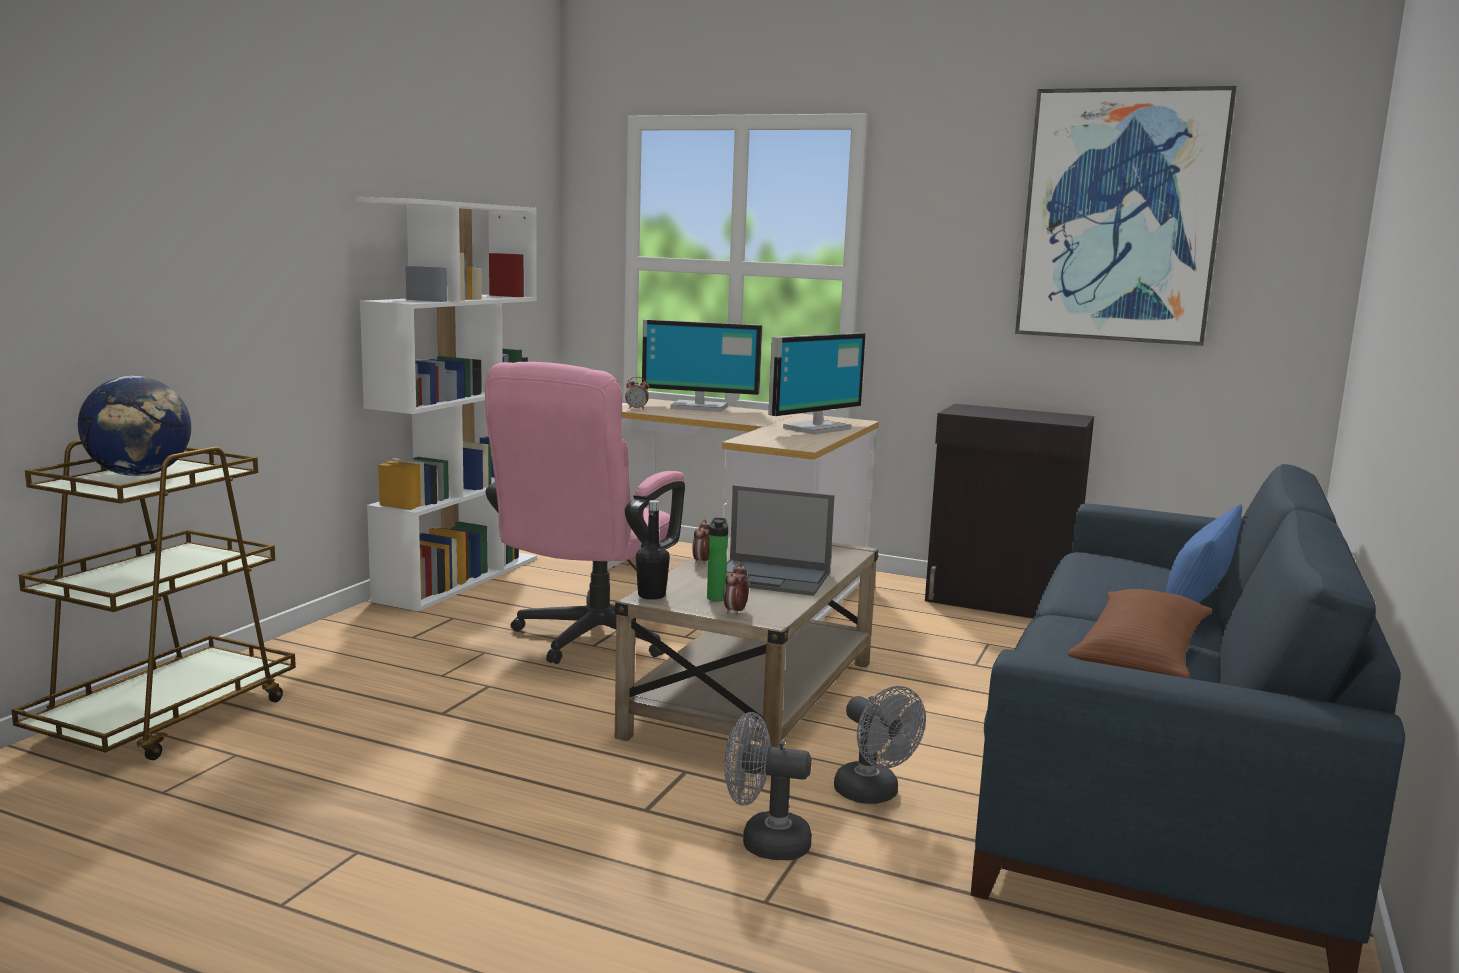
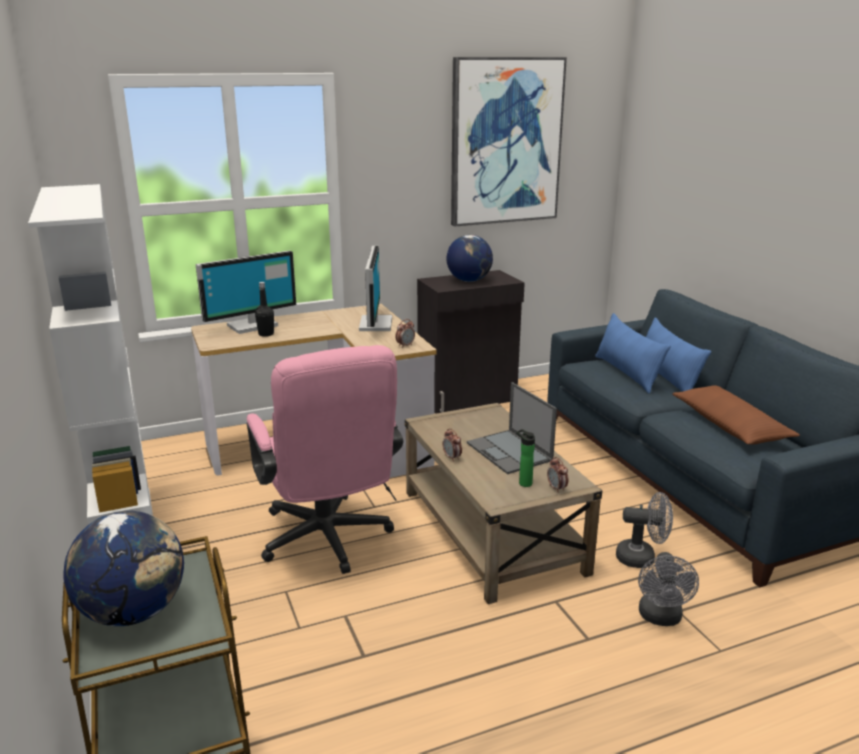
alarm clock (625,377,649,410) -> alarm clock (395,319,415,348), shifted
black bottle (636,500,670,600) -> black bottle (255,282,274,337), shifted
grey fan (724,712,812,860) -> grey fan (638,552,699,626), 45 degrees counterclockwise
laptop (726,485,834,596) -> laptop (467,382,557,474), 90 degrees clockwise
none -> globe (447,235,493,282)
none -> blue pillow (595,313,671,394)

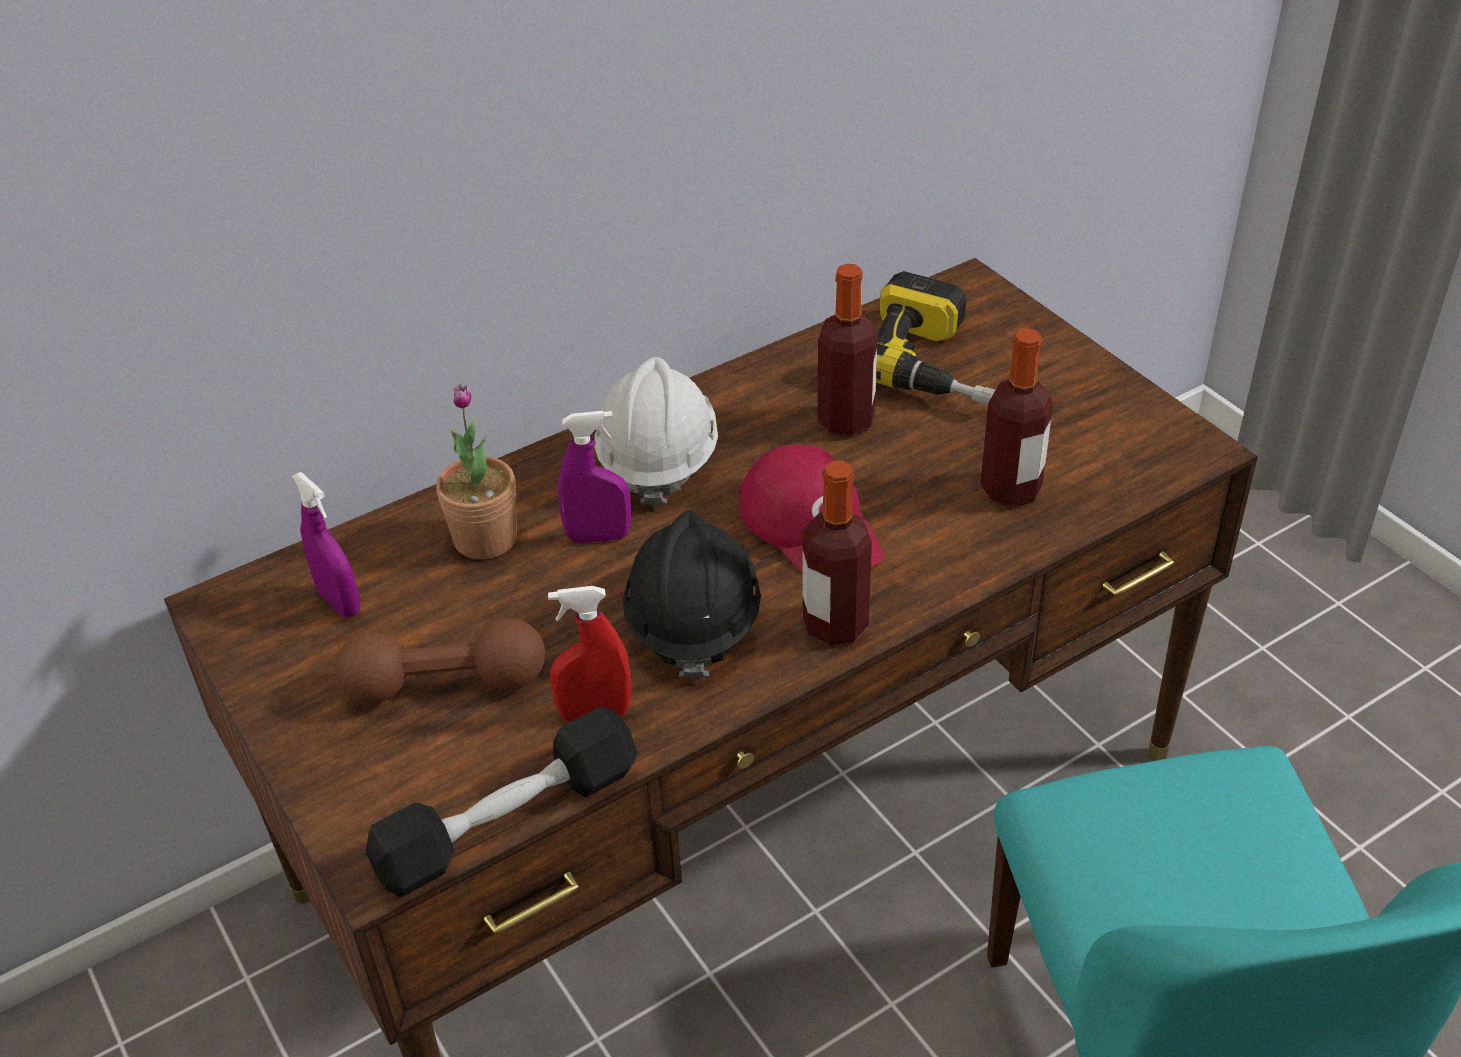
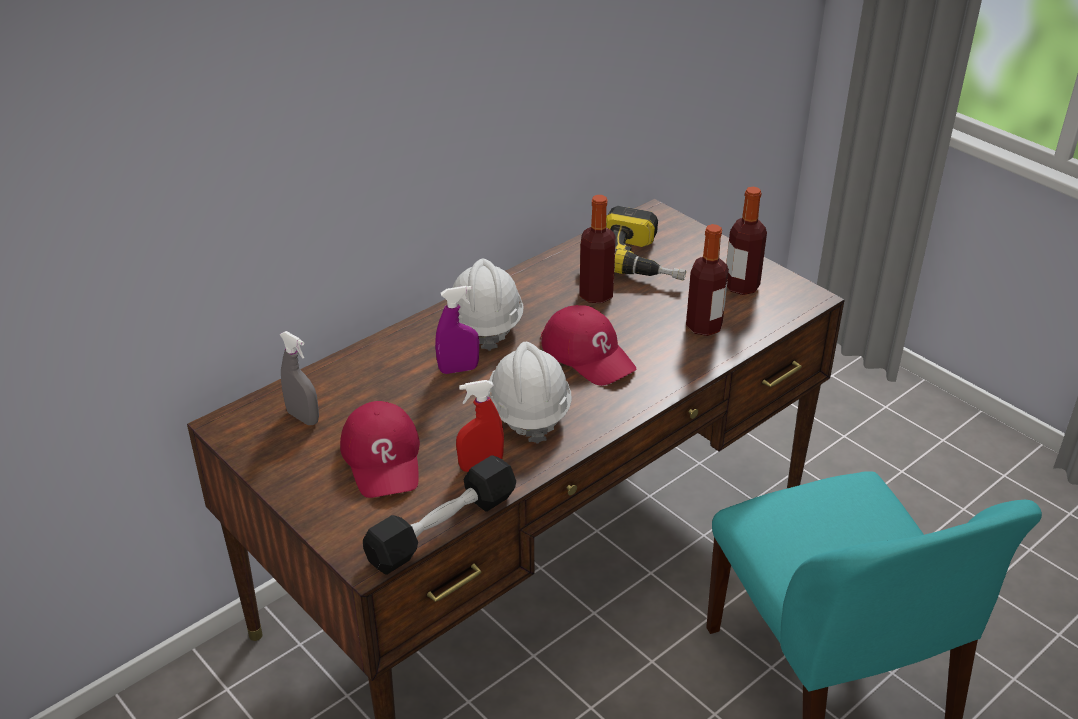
purple spray bottle (292,472,361,617) -> grey spray bottle (280,331,319,425)
brown dumbbell (335,618,545,704) -> red cap (340,401,420,498)
potted plant (436,384,517,559) -> none
black hard hat (623,511,761,680) -> white hard hat (488,342,572,444)
bottle (802,460,872,646) -> bottle (726,187,767,295), shifted

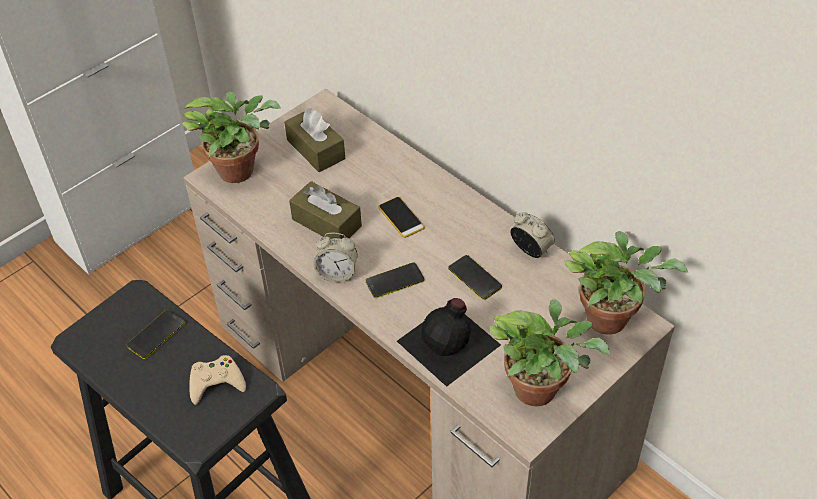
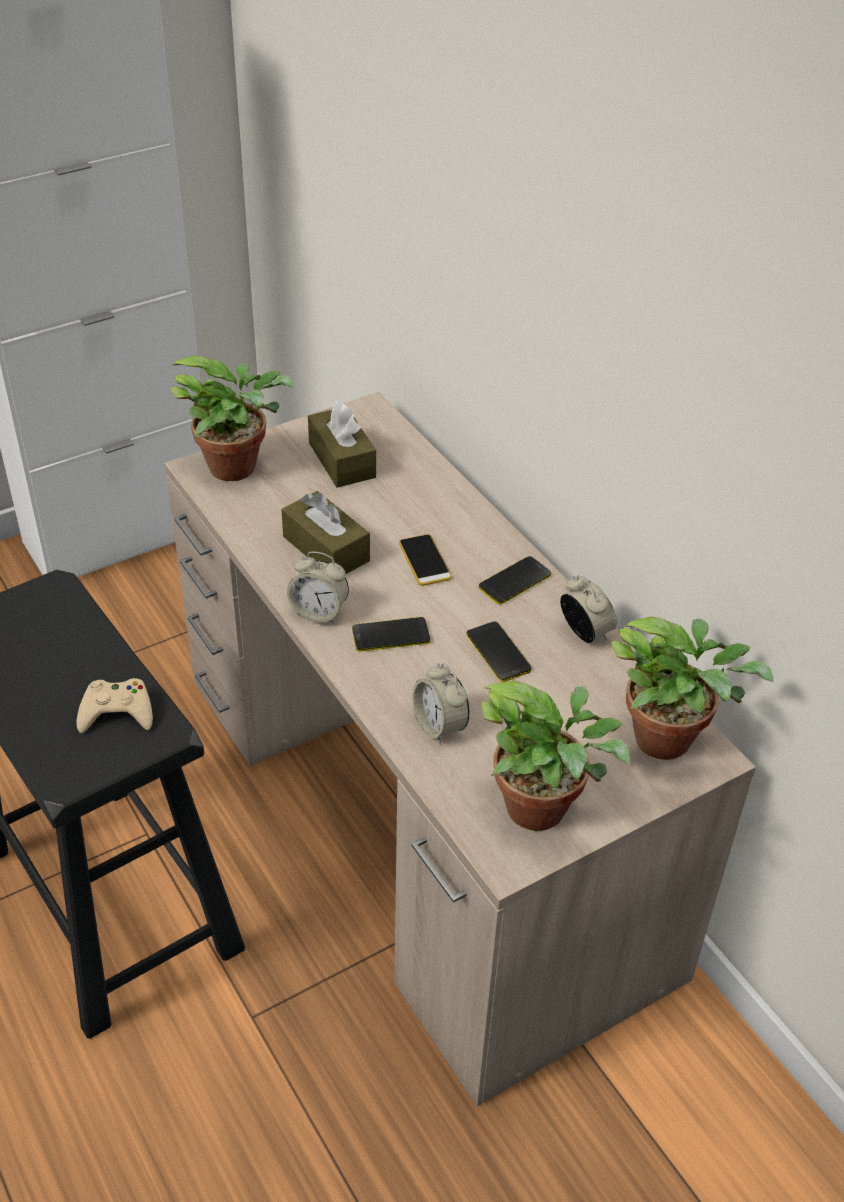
phone (127,310,185,359) -> phone (479,556,551,605), shifted
black bottle (397,298,501,387) -> alarm clock (412,663,469,744)

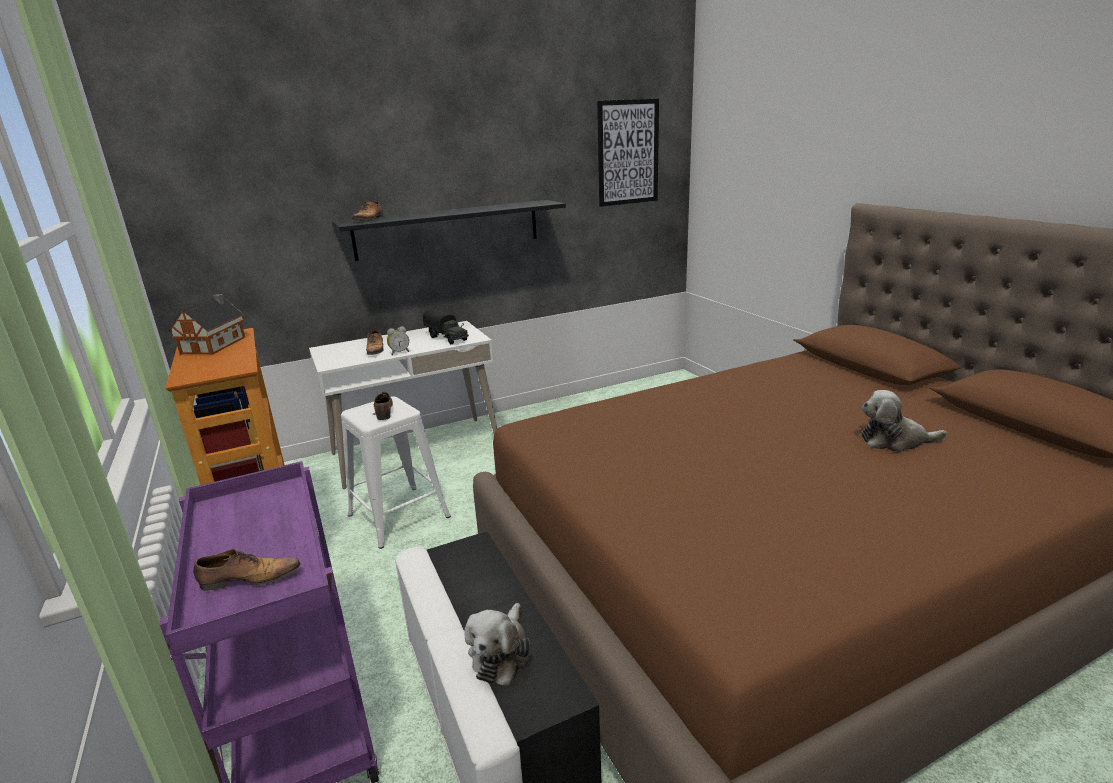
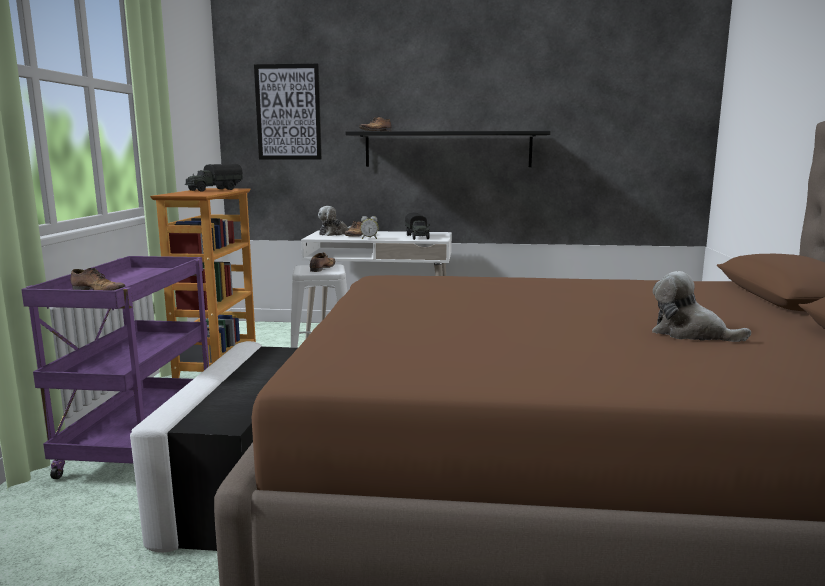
toy house (169,294,245,355) -> toy truck (185,164,243,191)
plush toy (465,603,530,686) -> plush toy (318,206,351,236), shifted
picture (597,99,659,207) -> picture (254,64,322,160), shifted

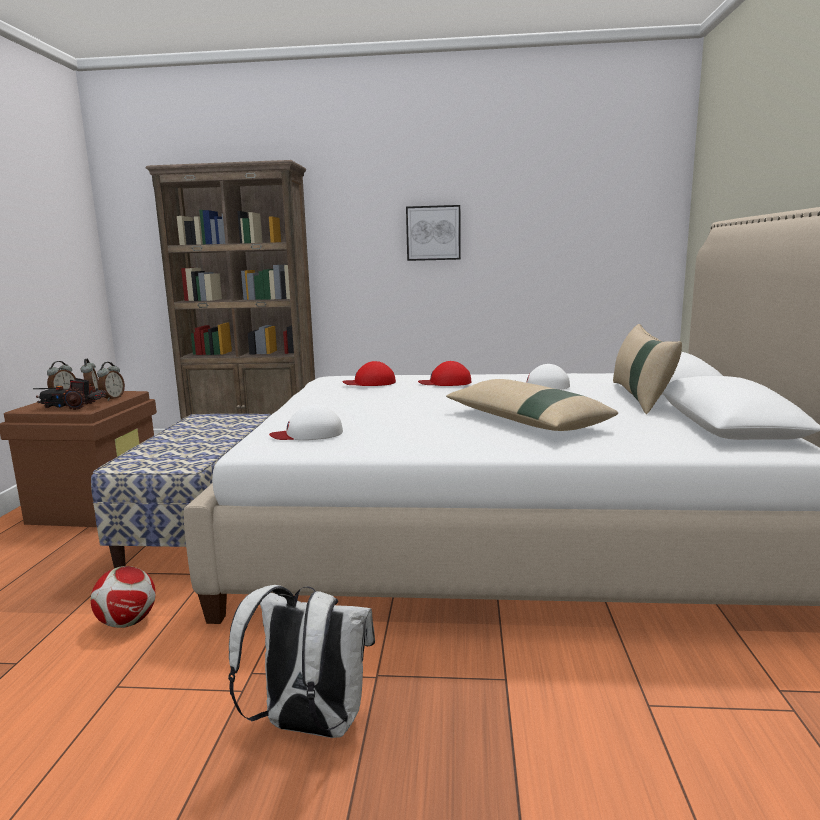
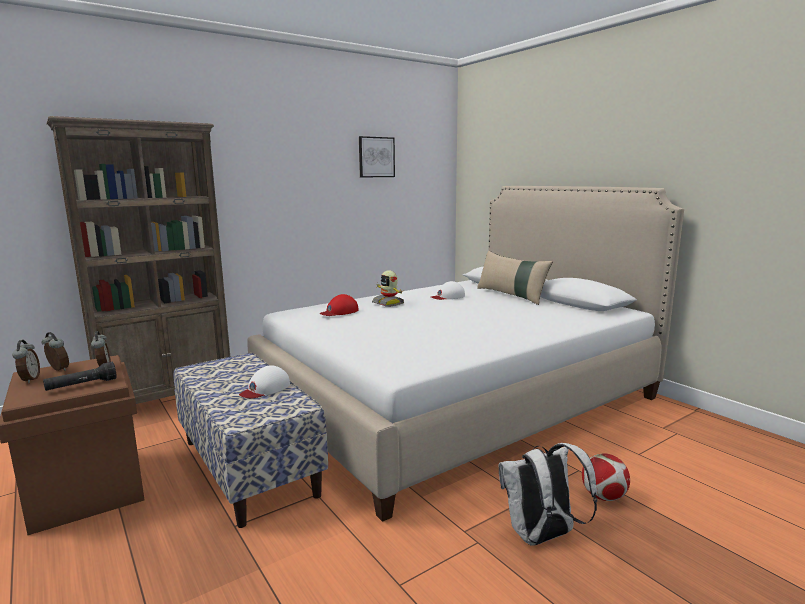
toy truck (33,378,107,410) -> black flashlight (43,362,117,391)
football (91,566,155,628) -> football (582,453,630,501), shifted
white cap (269,404,343,440) -> white cap (239,365,290,398), shifted
picture (406,205,461,261) -> picture (359,136,395,178), shifted
red cap (418,361,472,386) -> toy robot (372,270,404,307)
beige pillow (446,379,618,431) -> none

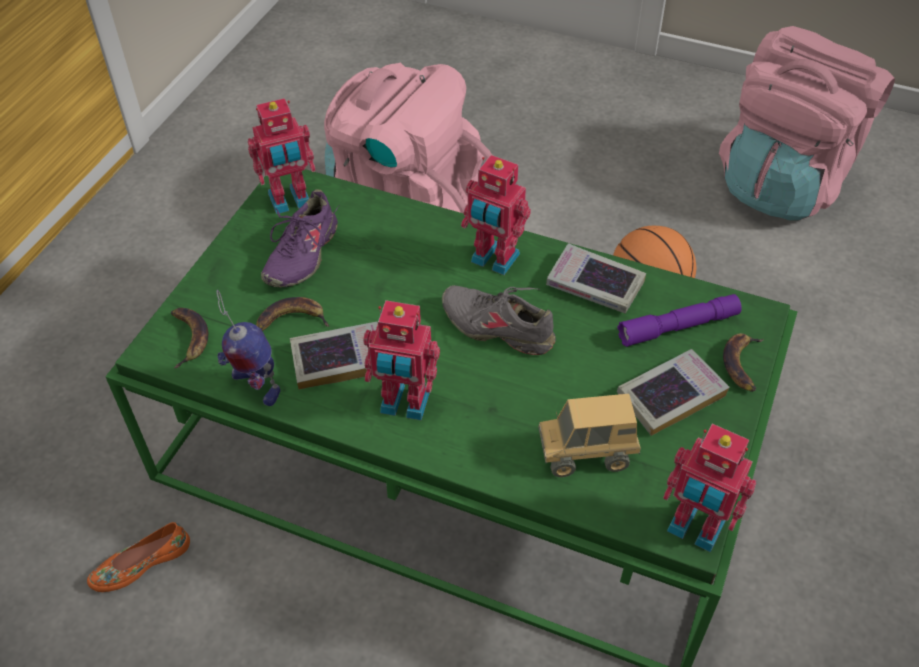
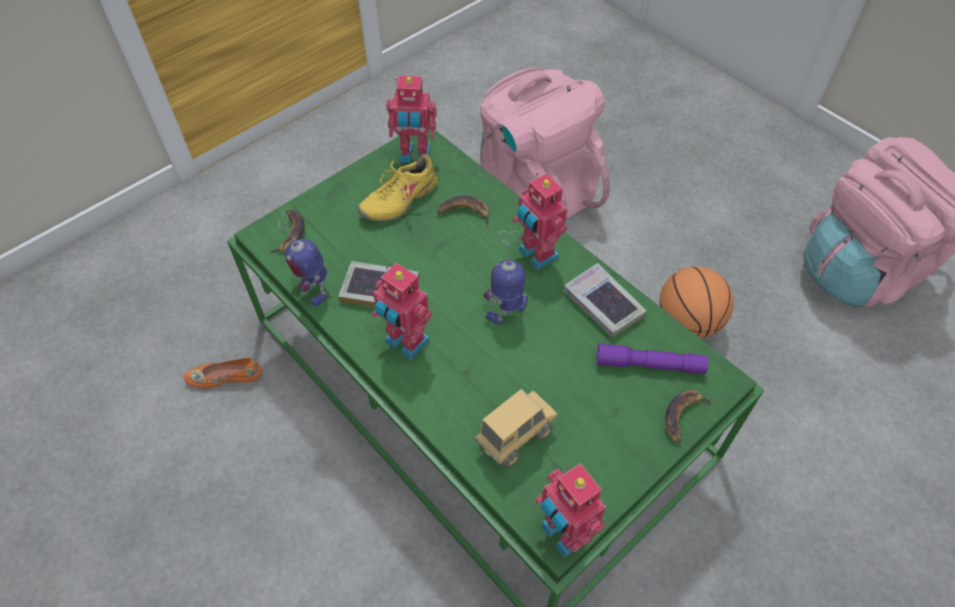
banana (256,297,329,331) -> banana (437,196,489,227), shifted
purple shoe (261,189,339,287) -> yellow shoe (357,154,438,221)
grey shoe (442,285,556,355) -> toy robot (483,231,528,325)
toy truck (538,394,641,477) -> toy truck (475,389,557,468), 120 degrees clockwise
book (617,349,729,436) -> none

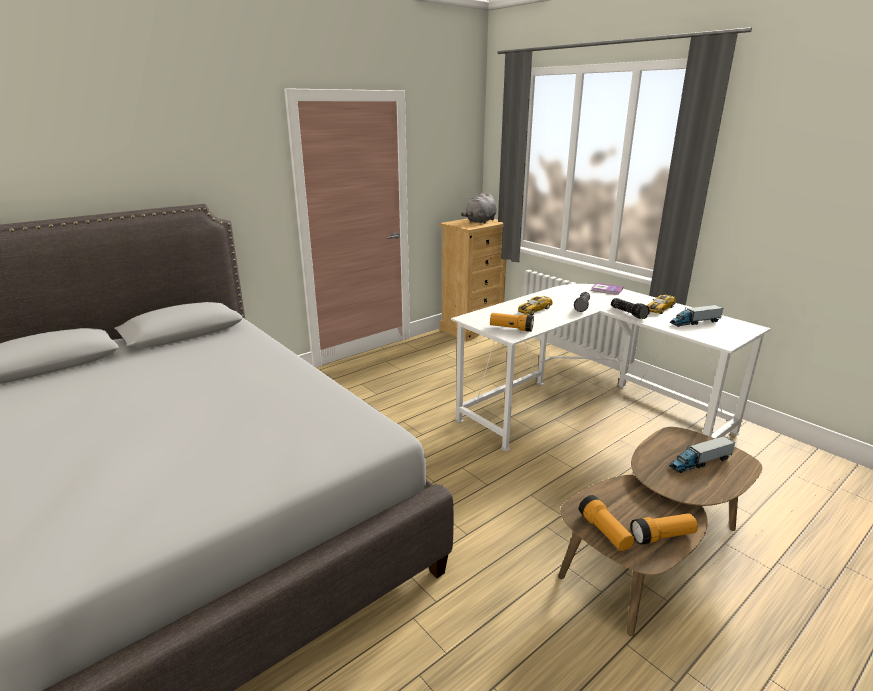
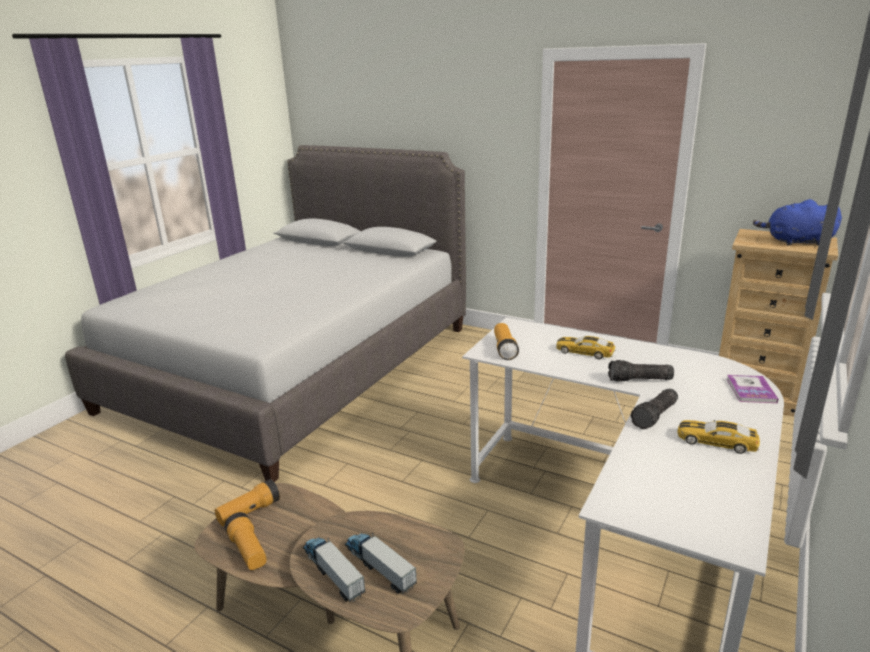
grey plush toy (461,193,497,224) -> blue plush toy (753,199,842,246)
toy truck (670,305,723,327) -> toy truck (303,537,365,602), shifted

